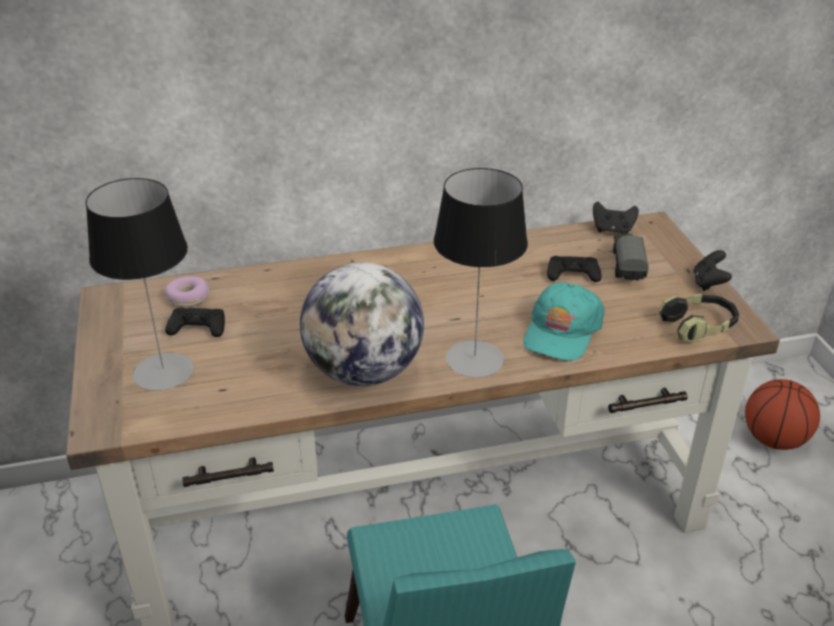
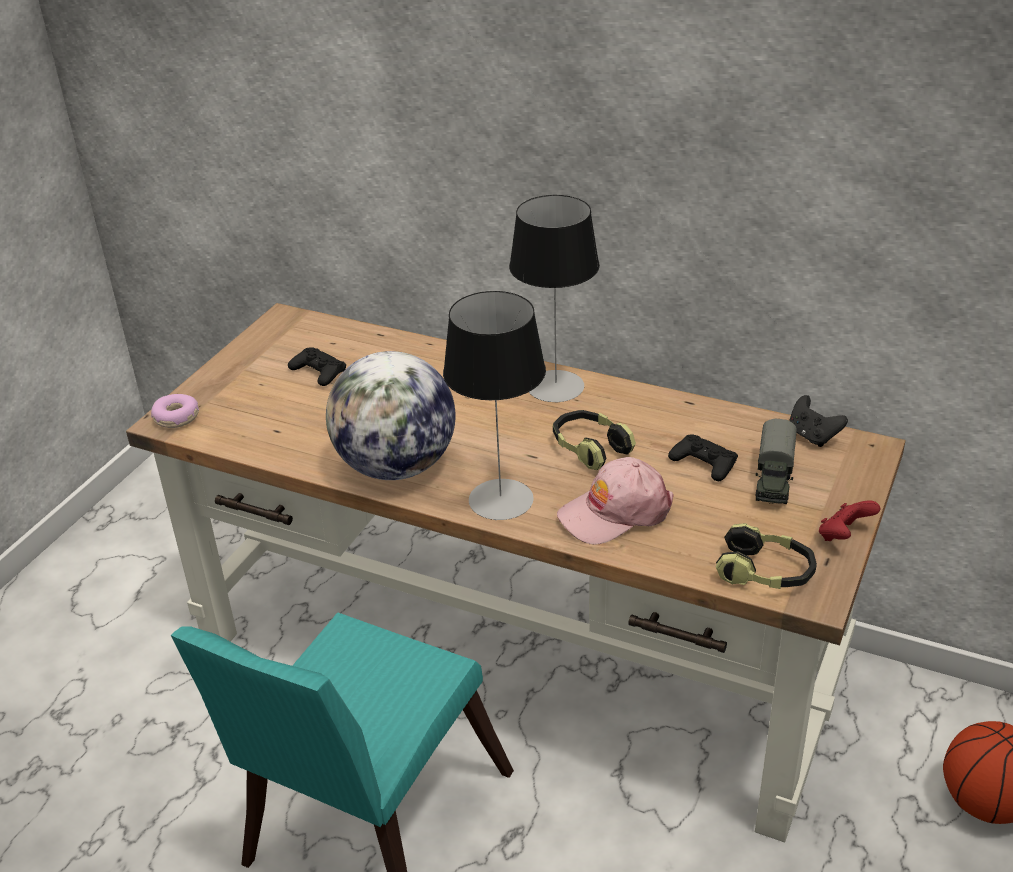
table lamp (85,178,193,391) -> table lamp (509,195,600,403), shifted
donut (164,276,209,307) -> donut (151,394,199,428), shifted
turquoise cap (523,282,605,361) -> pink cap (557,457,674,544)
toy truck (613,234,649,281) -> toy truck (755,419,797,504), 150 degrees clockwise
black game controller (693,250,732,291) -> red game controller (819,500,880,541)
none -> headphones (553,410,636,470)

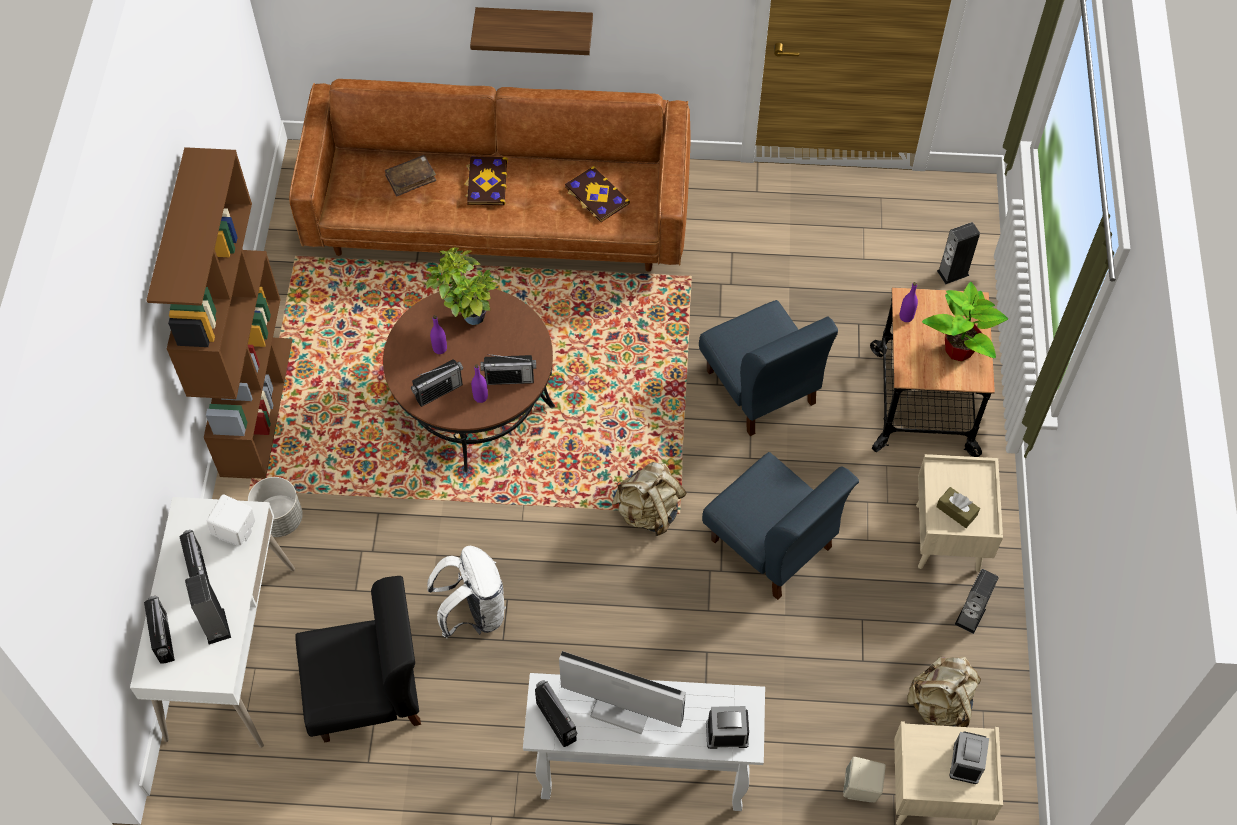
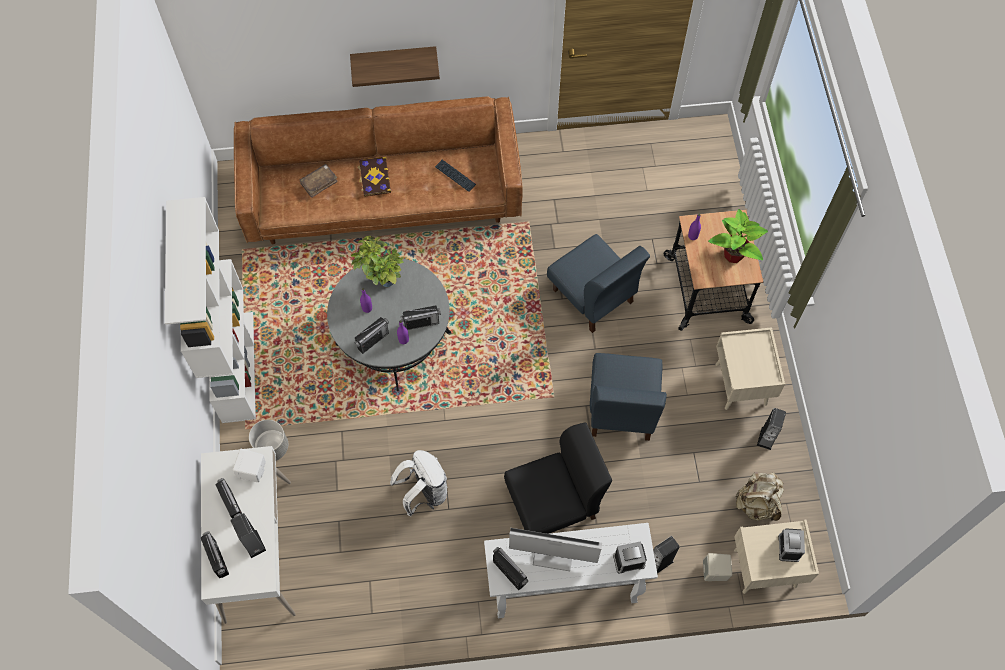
brown bookcase (146,147,293,479) -> white bookcase (165,197,256,423)
black chair (296,576,421,742) -> black chair (504,423,612,534), shifted
brown coffee table (383,289,555,472) -> grey coffee table (327,259,451,391)
book (565,166,630,222) -> keyboard (435,160,476,192)
beige backpack (612,462,687,536) -> none
blue chair (702,452,859,600) -> blue chair (590,353,667,441), 60 degrees clockwise
brown tissue box (936,487,980,528) -> none
speaker (937,222,980,284) -> speaker (653,536,680,573), shifted

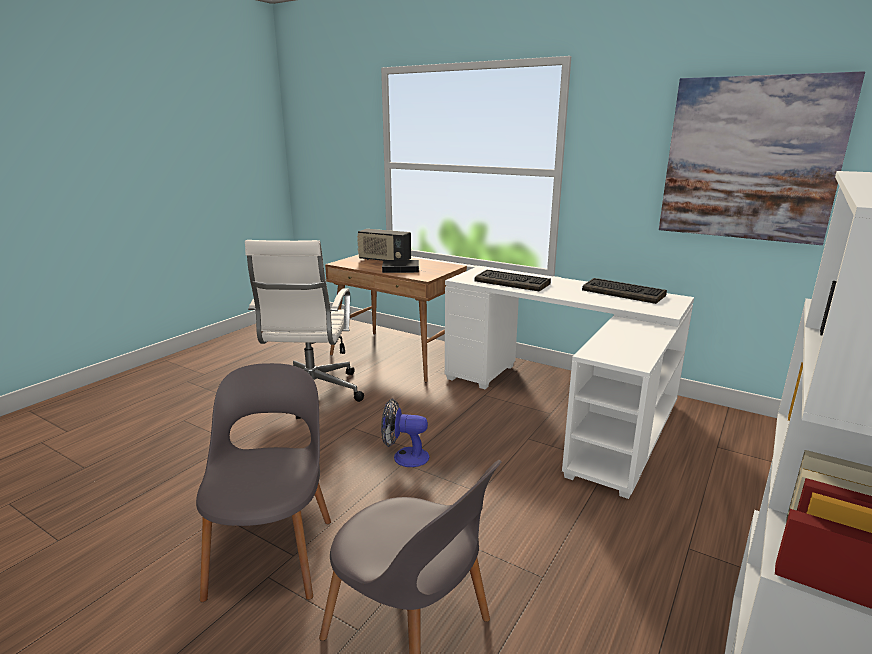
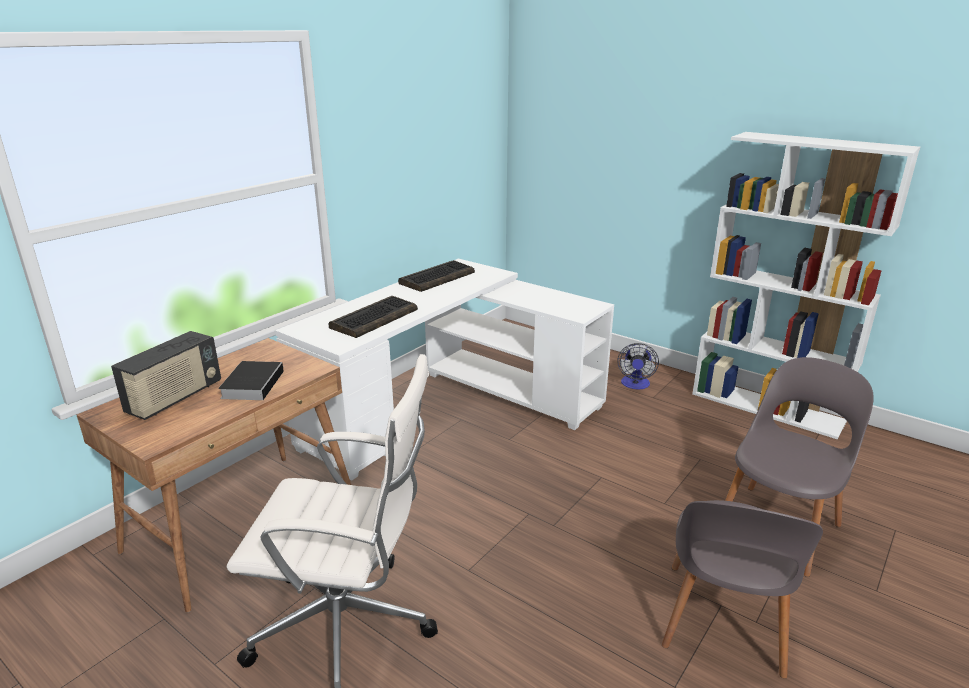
grey chair (196,363,331,602) -> grey chair (662,500,823,679), 75 degrees counterclockwise
fan (381,399,429,467) -> fan (617,343,659,389), shifted
picture (659,71,865,245) -> none

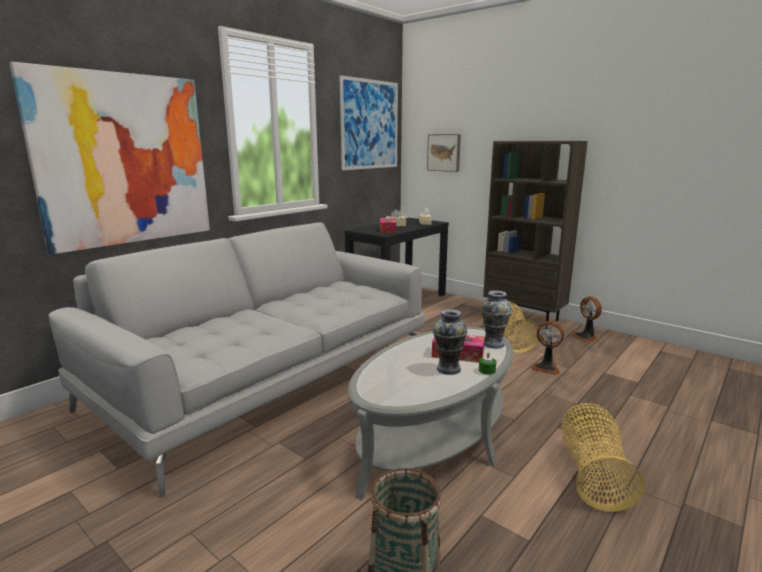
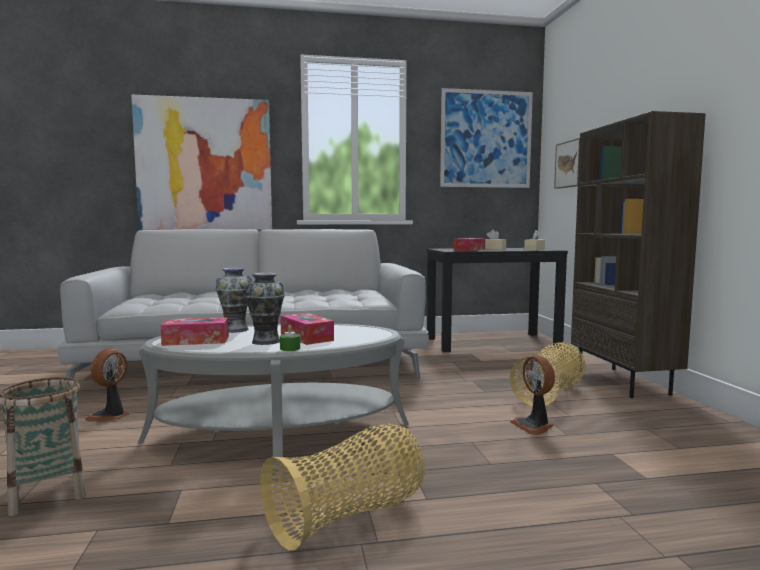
vase (481,290,512,349) -> vase (216,268,252,333), shifted
fan (571,296,602,343) -> fan (85,348,130,422), shifted
none -> tissue box (160,317,229,346)

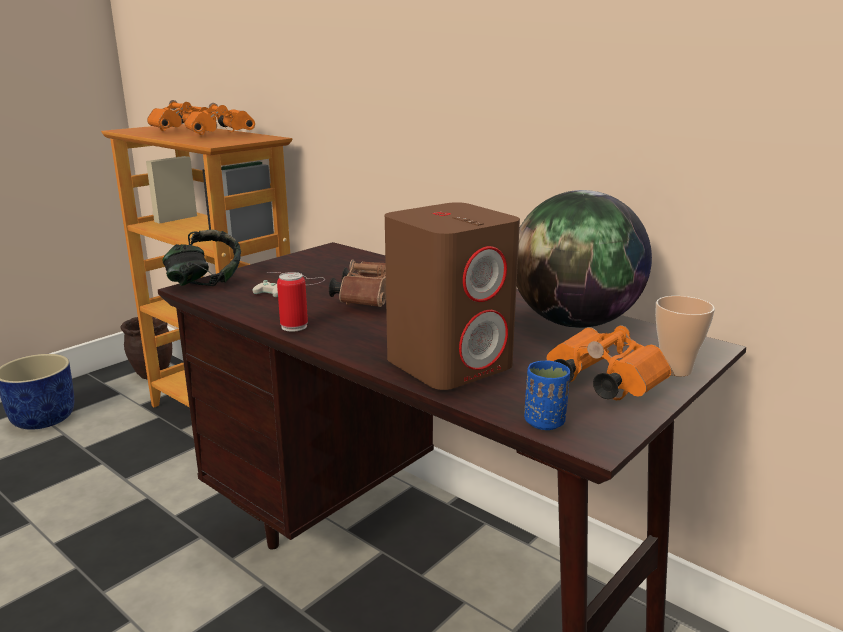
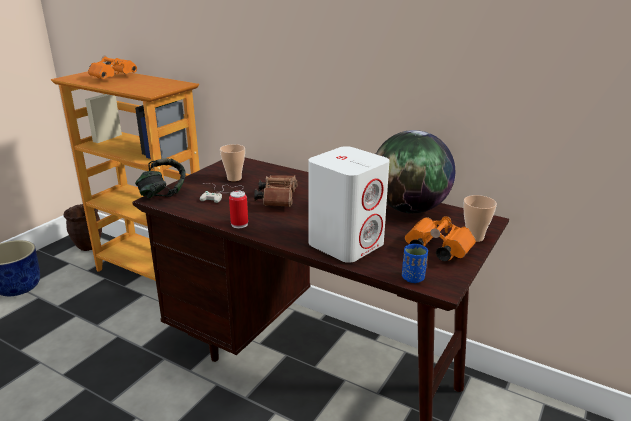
orange binoculars (185,103,255,135) -> none
brown speaker (385,202,520,390) -> white speaker (308,146,390,263)
none -> cup (220,144,245,181)

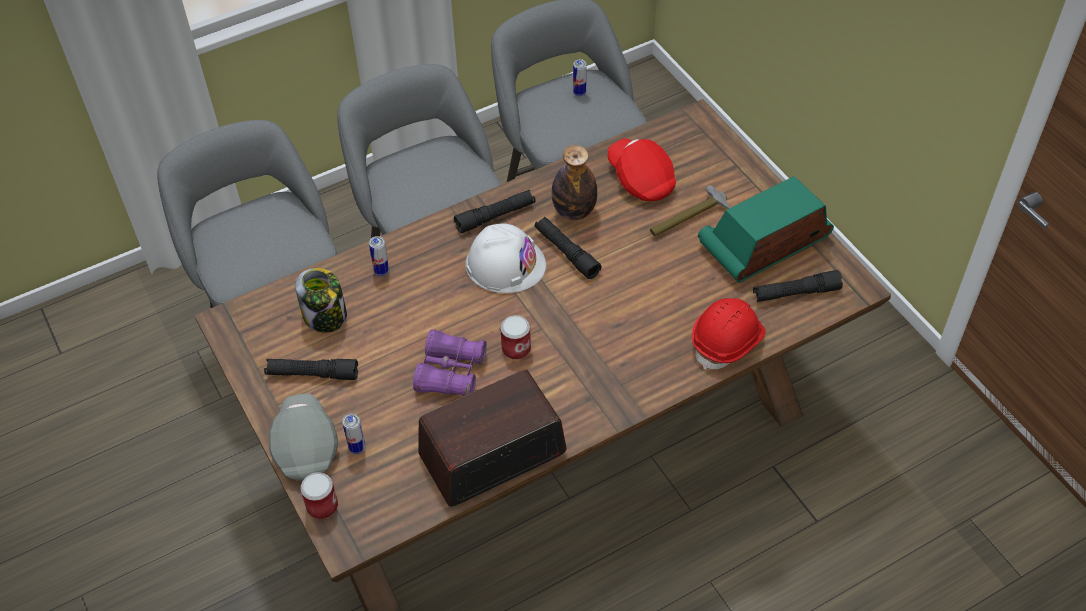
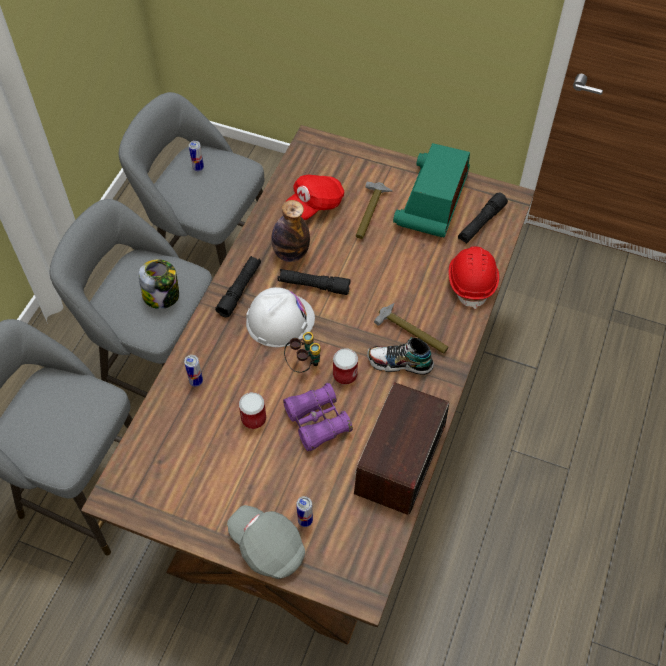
black flashlight (264,359,358,380) -> none
jar (295,268,347,333) -> jar (139,260,179,309), shifted
can (300,472,338,519) -> can (239,392,266,429), shifted
red cap (608,138,676,201) -> red cap (285,175,344,220), 60 degrees counterclockwise
none -> binoculars (284,332,321,373)
none -> shoe (367,337,434,375)
none -> hammer (374,303,449,354)

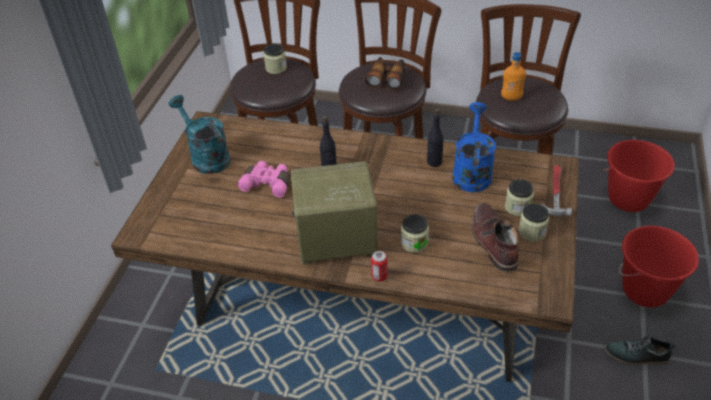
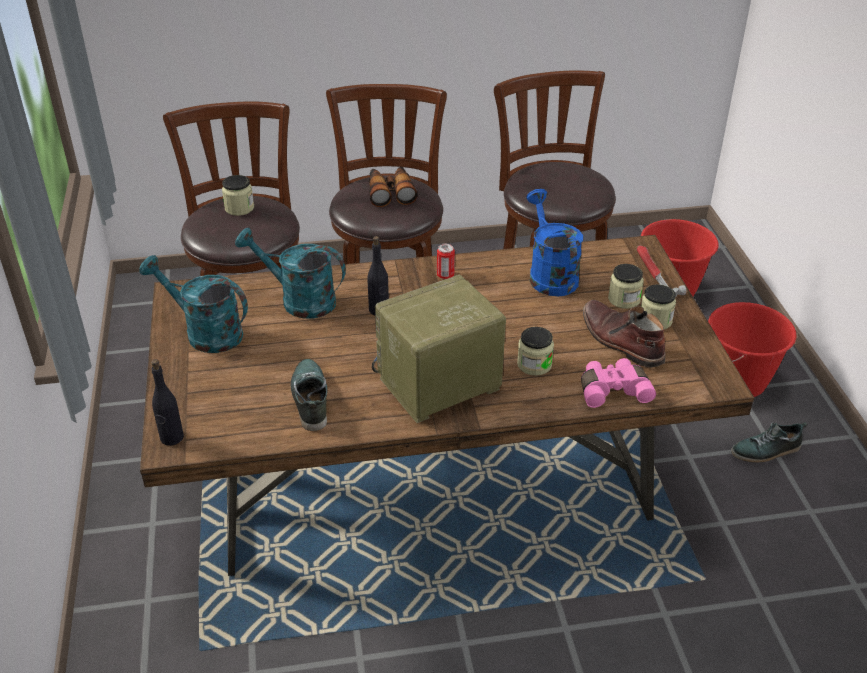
pink binoculars (237,161,290,197) -> pink binoculars (581,358,656,408), shifted
can (371,251,388,282) -> can (437,244,455,279), shifted
black bottle (427,108,444,167) -> black bottle (151,359,184,446), shifted
orange bottle (501,52,526,101) -> none
none -> turquoise watering can (235,228,346,318)
none -> shoe (290,359,328,431)

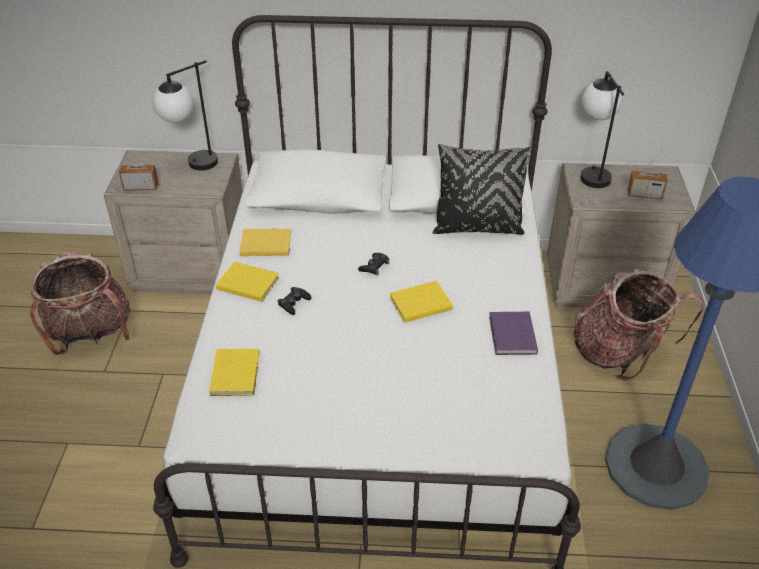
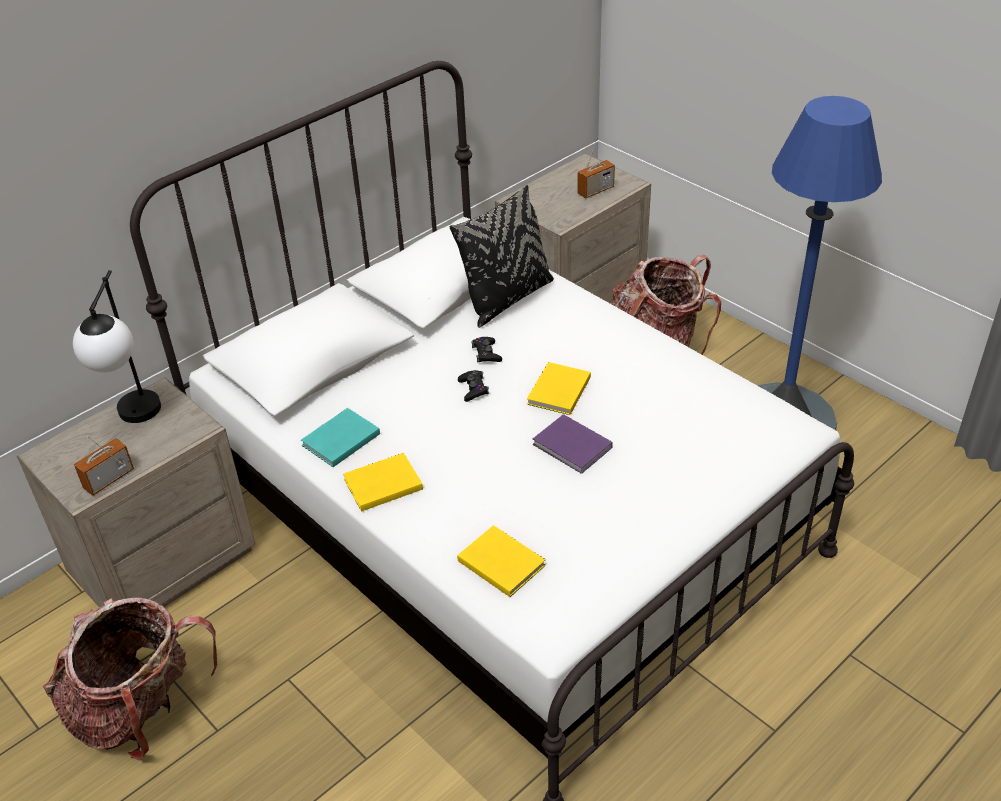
yellow book (239,228,291,256) -> turquoise book (301,408,380,467)
black game controller (278,287,311,315) -> black game controller (471,337,502,363), shifted
purple book (489,312,538,355) -> purple book (533,414,613,474), shifted
table lamp (580,71,624,188) -> none

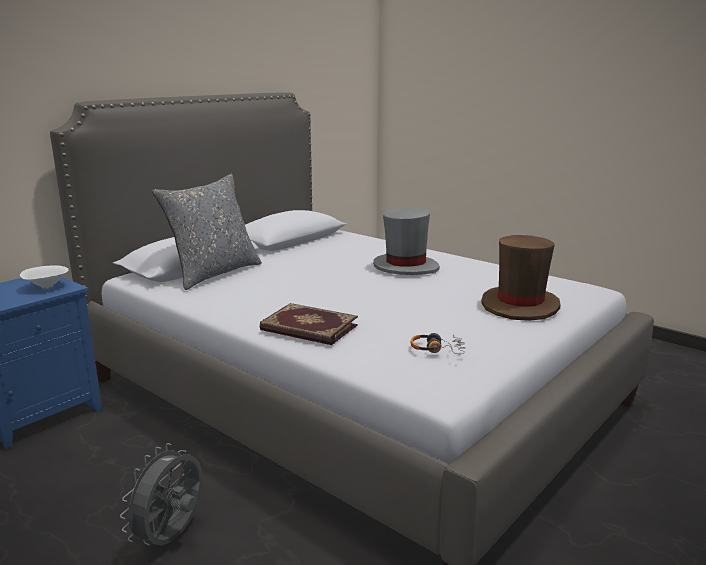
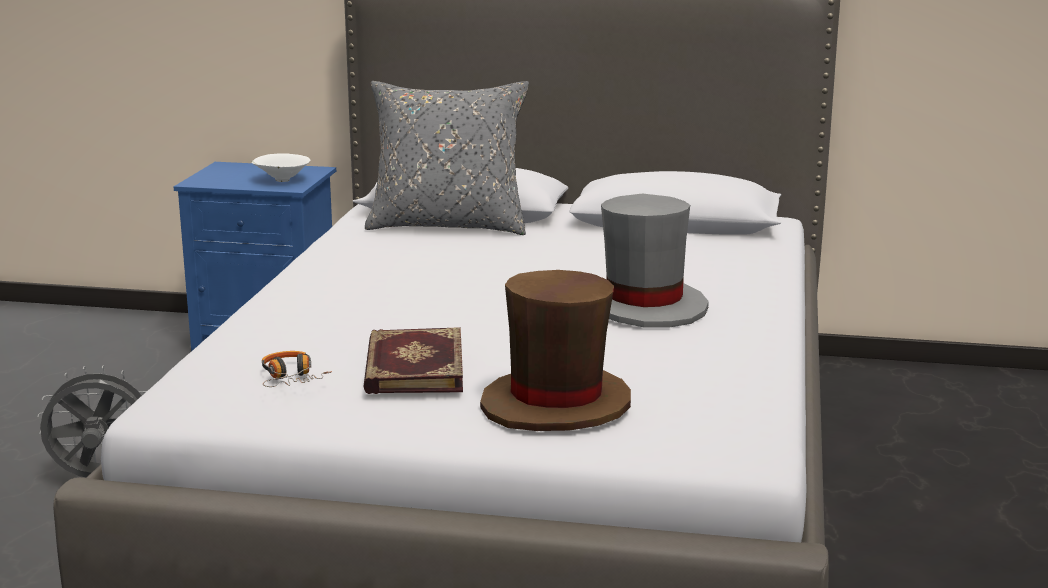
book (260,303,358,345) -> book (363,327,463,394), shifted

